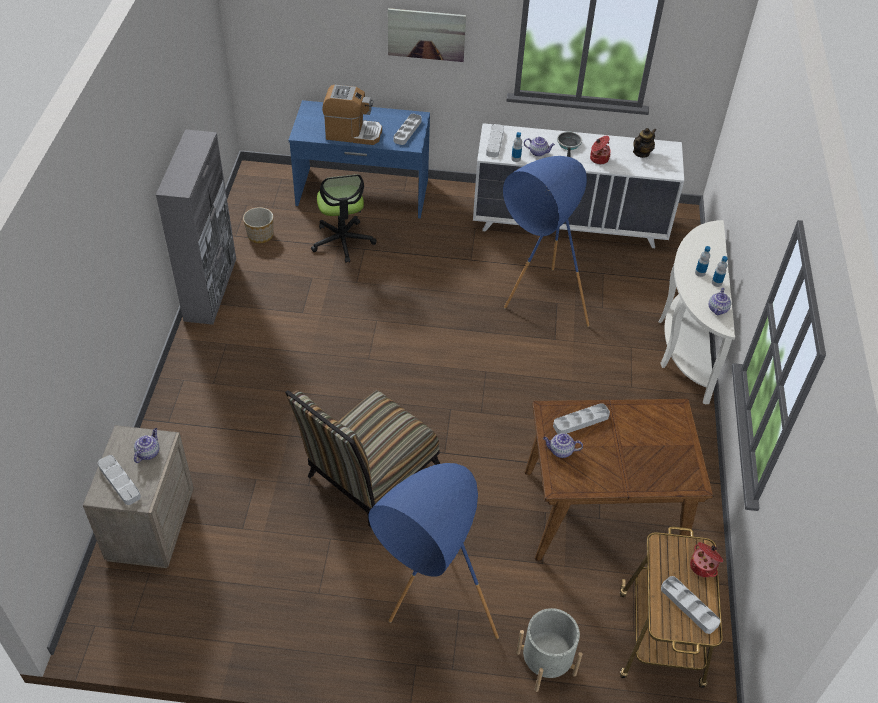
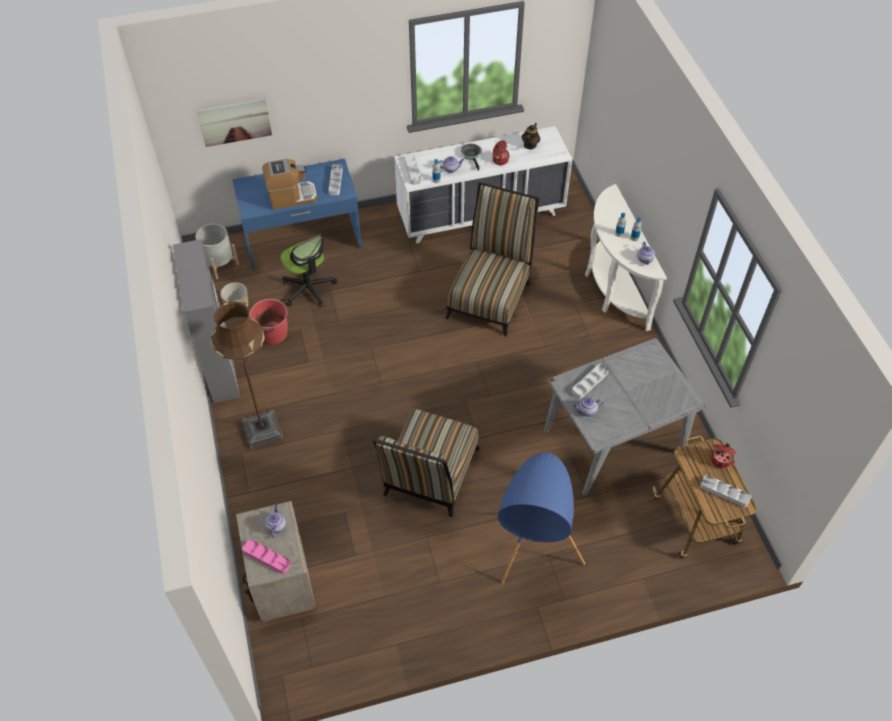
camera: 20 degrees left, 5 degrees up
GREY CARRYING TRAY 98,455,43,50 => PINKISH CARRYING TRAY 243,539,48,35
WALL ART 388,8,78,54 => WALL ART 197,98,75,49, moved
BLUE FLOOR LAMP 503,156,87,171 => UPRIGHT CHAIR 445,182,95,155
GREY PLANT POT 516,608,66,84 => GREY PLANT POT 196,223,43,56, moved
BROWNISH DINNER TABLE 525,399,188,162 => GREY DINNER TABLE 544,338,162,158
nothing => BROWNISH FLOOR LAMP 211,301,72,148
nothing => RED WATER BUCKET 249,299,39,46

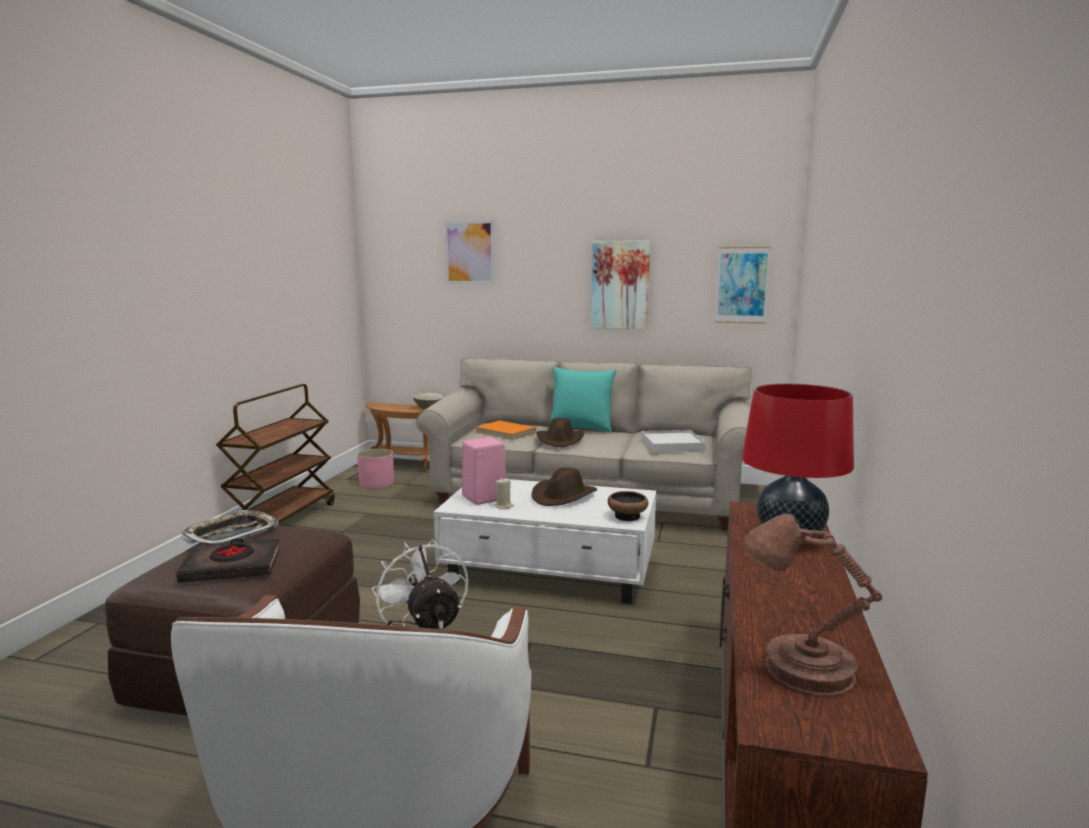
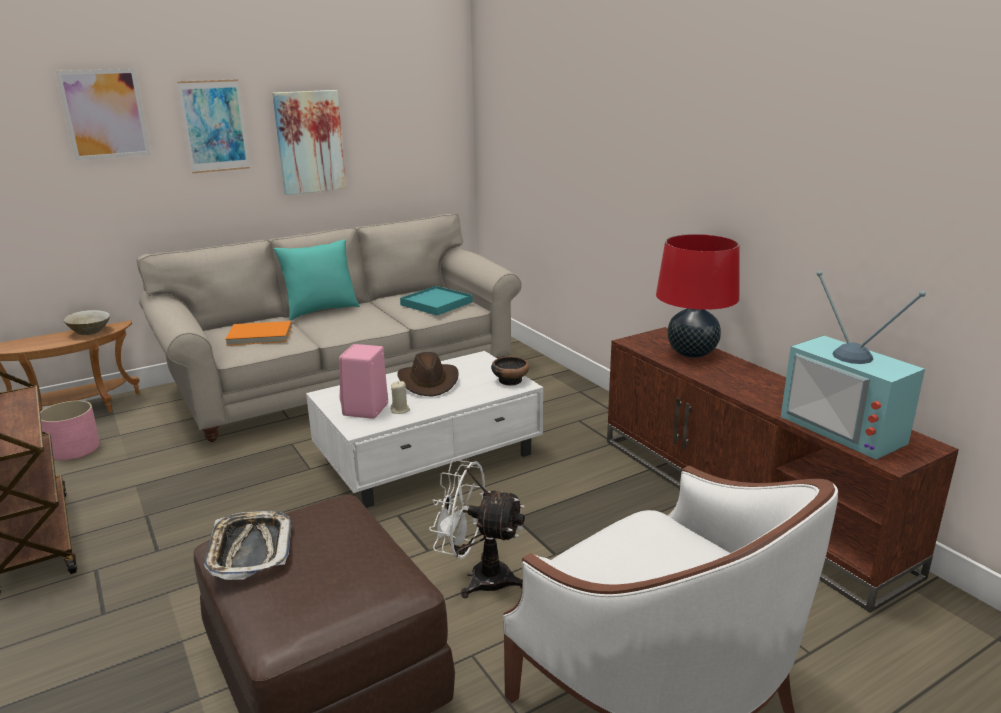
camera: 45 degrees left, 10 degrees up
BLACK-COLOURED BOOK 176,538,104,45 => nothing
BROWNISH WEARABLE HAT 536,418,48,29 => nothing
WHITISH CARRYING TRAY 641,430,65,22 => BLUE-GREEN CARRYING TRAY 400,286,73,30
WALL ART 715,247,56,77 => WALL ART 177,79,73,94, moved
BROWNISH TABLE LAMP 743,514,139,182 => TV SET 781,271,145,189

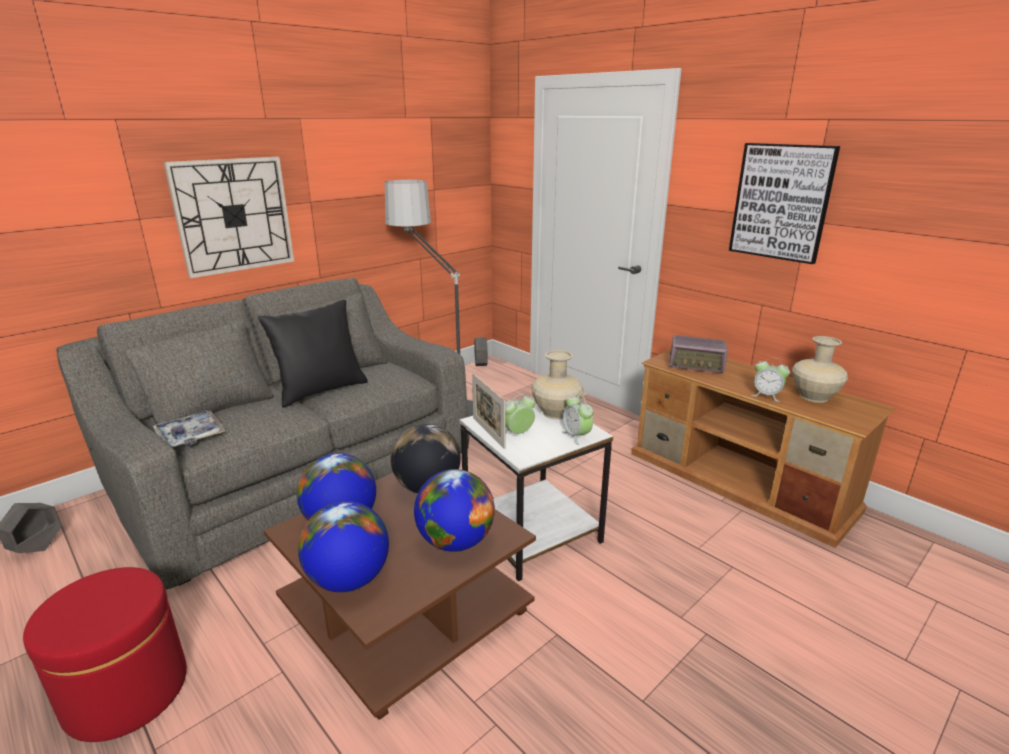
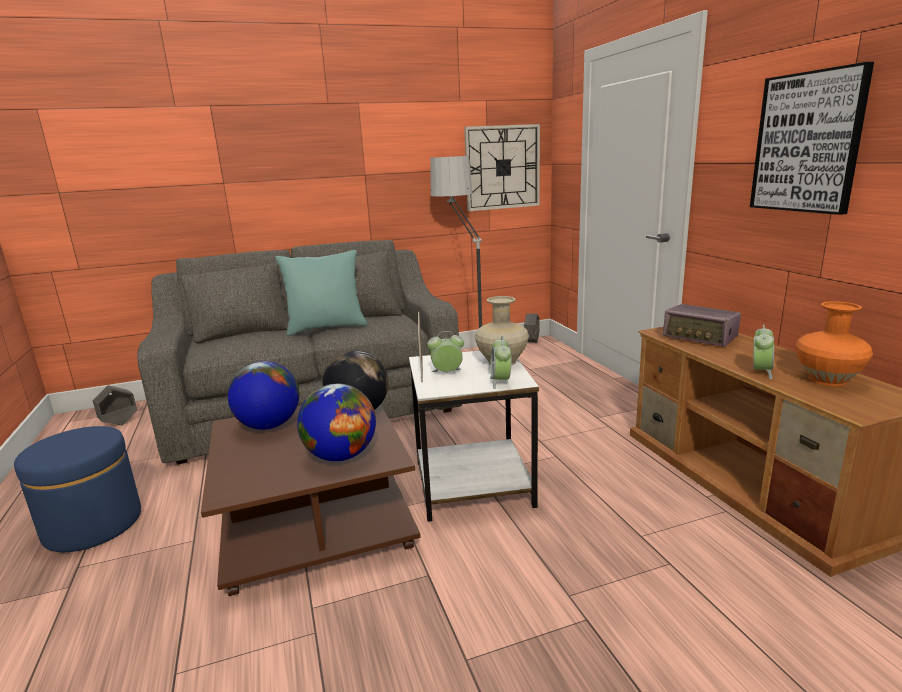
camera: 25 degrees right, 5 degrees down
RED FOOTREST 23,567,164,175 => BLUE FOOTREST 14,426,127,126
CARRYING TRAY 153,410,72,38 => nothing
CLOCK ON THE WALL 164,157,130,122 => CLOCK ON THE WALL 464,124,76,87, moved
BLACK-COLOURED THROW PILLOW 258,299,110,108 => BLUE-GREEN THROW PILLOW 276,250,92,86
DESK GLOBE 298,501,91,91 => nothing
TABLE CLOCK 751,358,39,44 => TABLE CLOCK 753,325,21,54, 120 degrees counterclockwise
SAND-COLOURED DECORATIVE VASE 792,336,56,67 => ORANGE-COLOURED DECORATIVE VASE 796,301,77,85

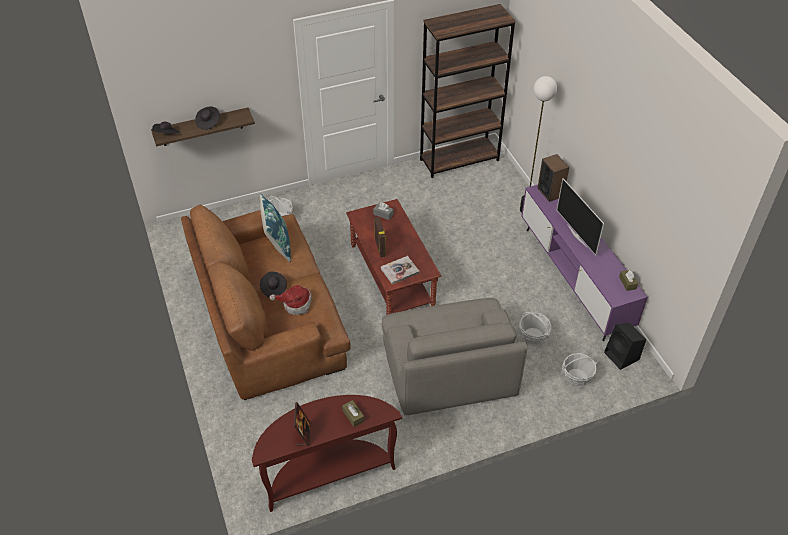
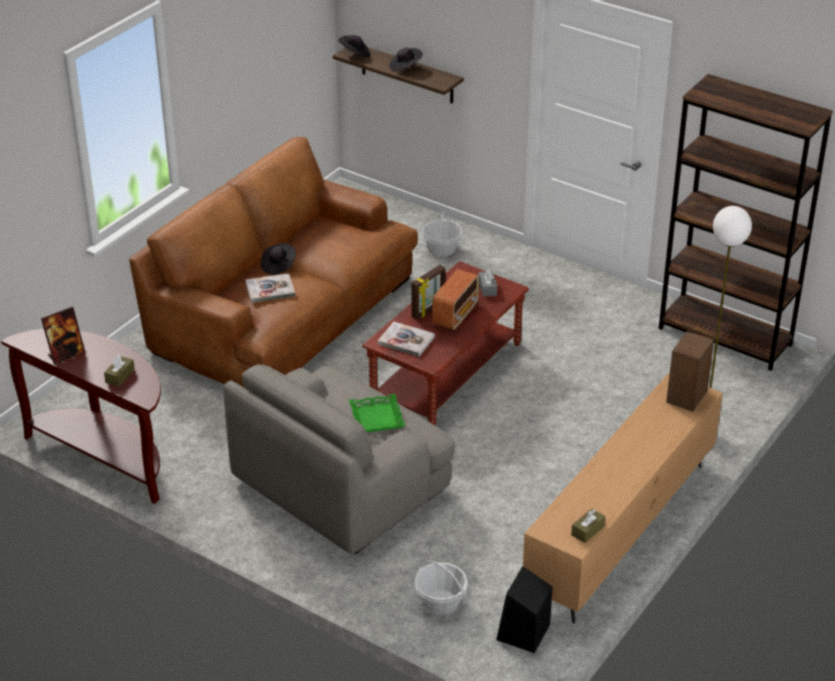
camera: 55 degrees right, 10 degrees down
BLUE THROW PILLOW 260,194,31,68 => nothing
WEARABLE HAT 270,285,41,30 => BOOK 245,274,50,29
HOUSEHOLD BASKET 519,312,32,32 => nothing
PURPLE TV STAND 522,185,126,156 => BROWNISH TV STAND 523,372,200,252
TV SET 557,178,47,77 => nothing
nothing => GREEN CARRYING TRAY 349,394,56,39
nothing => RADIO RECEIVER 432,269,47,61

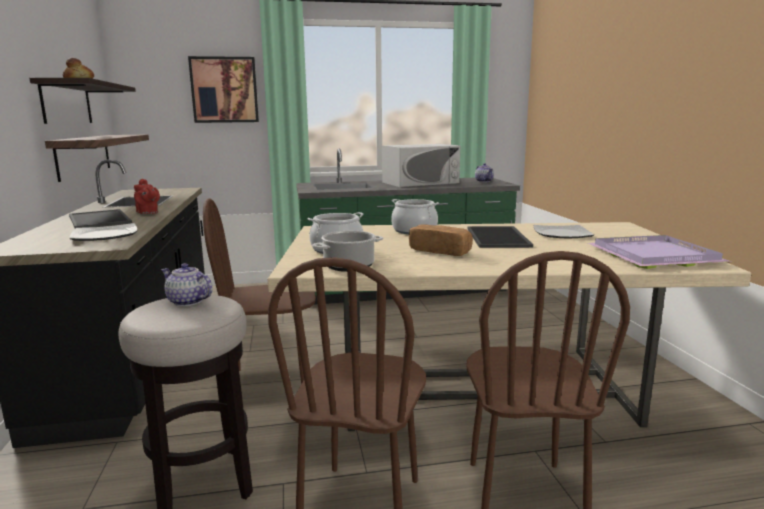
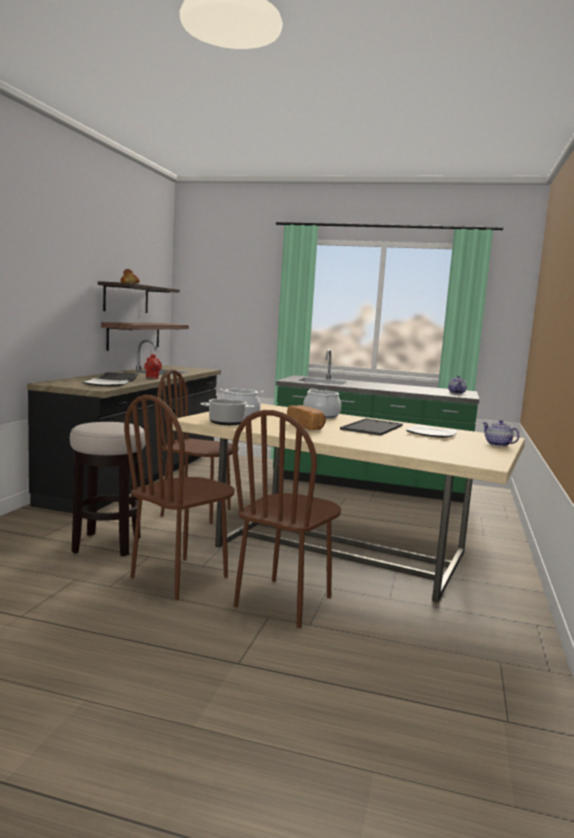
camera: 25 degrees right, 5 degrees down
TEA POT 161,263,52,43 => TEA POT 482,420,38,27, moved
WALL ART 188,56,71,67 => nothing
WHITISH KITCHEN MICROWAVE 382,144,78,43 => nothing
PURPLE CARRYING TRAY 588,235,142,34 => nothing

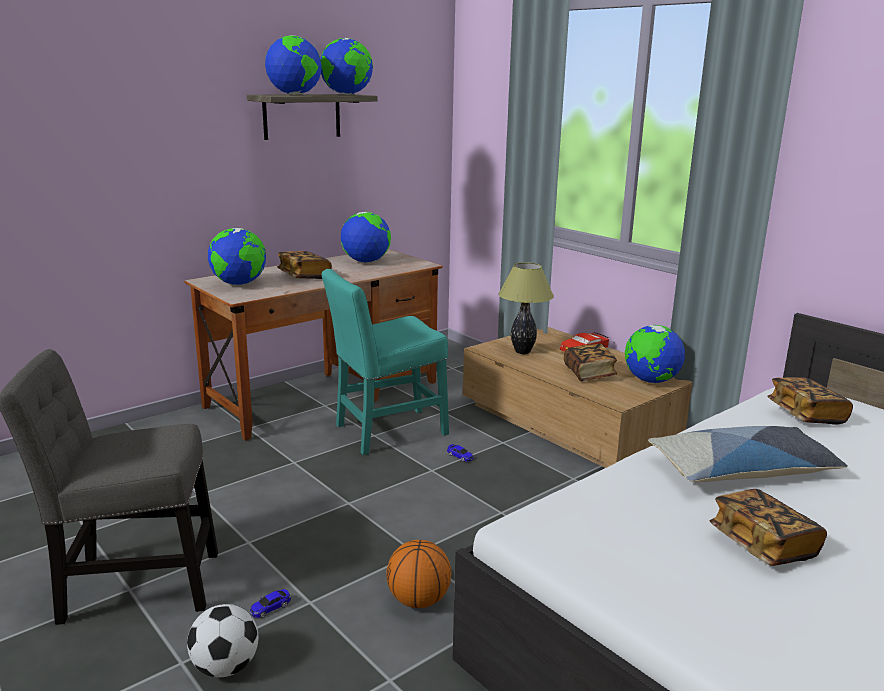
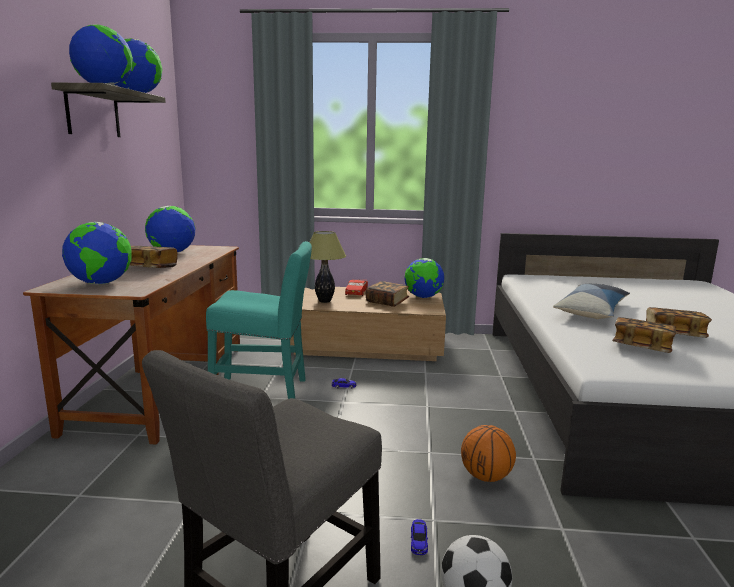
camera: 45 degrees left, 5 degrees down
BLUE-GREEN UPRIGHT CHAIR 322,269,127,186 => BLUE-GREEN UPRIGHT CHAIR 206,241,106,158, 105 degrees counterclockwise
BOOK 767,377,86,48 => BOOK 612,317,64,36, moved

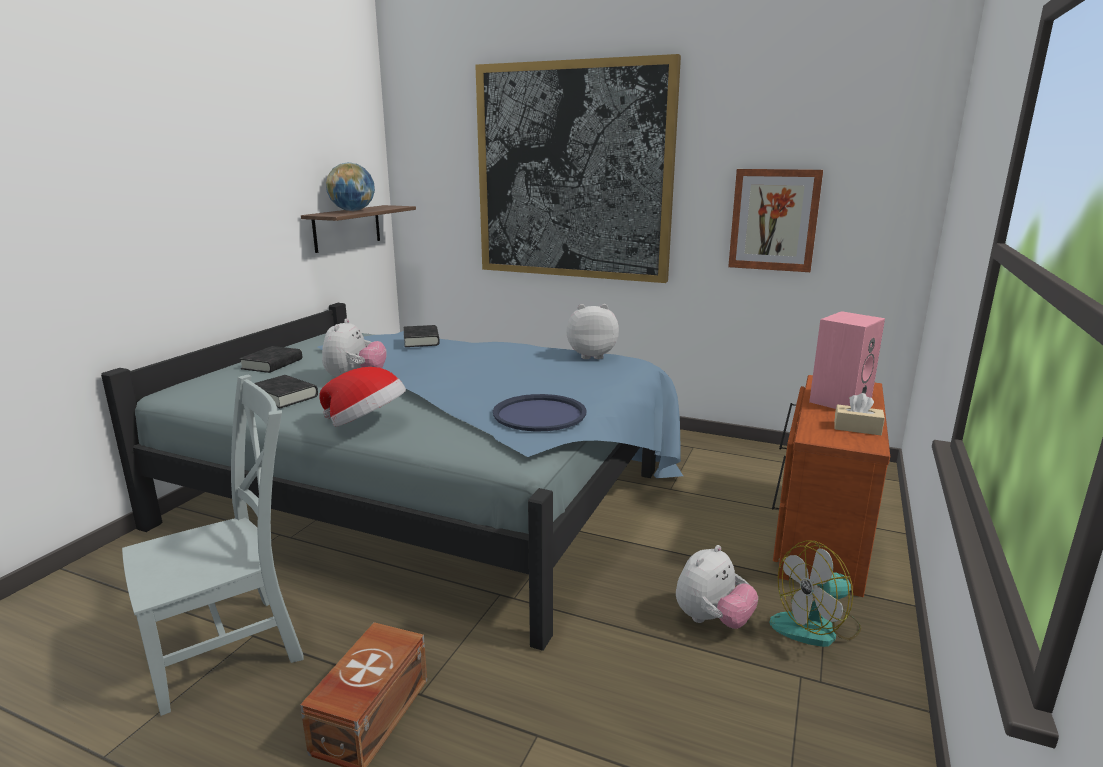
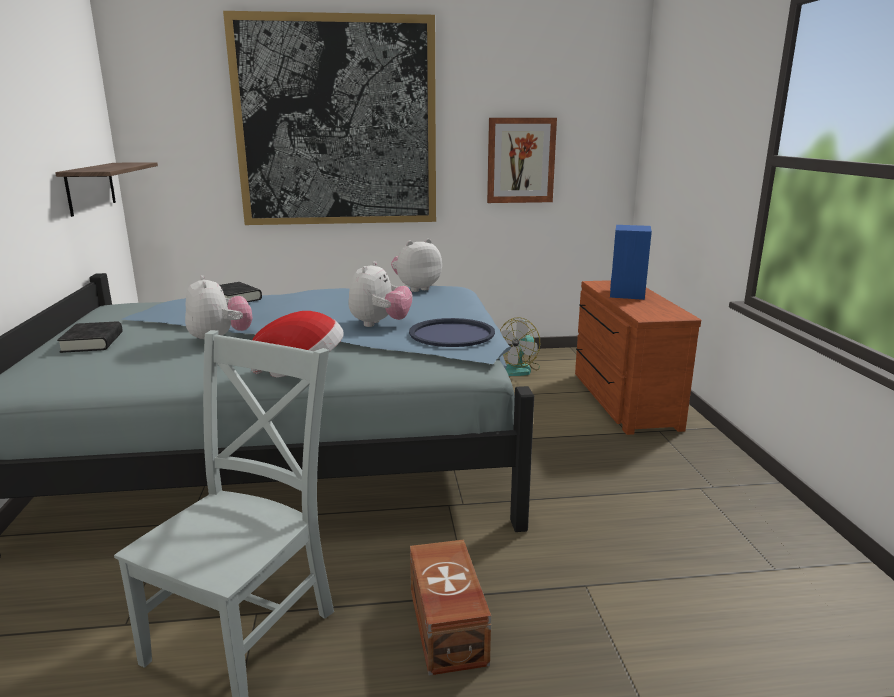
camera: 30 degrees left, 0 degrees up
BLACK-COLOURED BOOK 254,375,64,33 => nothing
DESK GLOBE 326,162,49,49 => nothing
PLUSH TOY 676,545,82,84 => PLUSH TOY 349,261,64,66, moved
ELECTRIC FAN 770,540,91,107 => ELECTRIC FAN 500,317,40,59, moved
PINKISH SPEAKER 809,311,76,98 => BLUE SPEAKER 610,225,42,75
SAND-COLOURED BOX OF TISSUES 834,393,51,42 => nothing

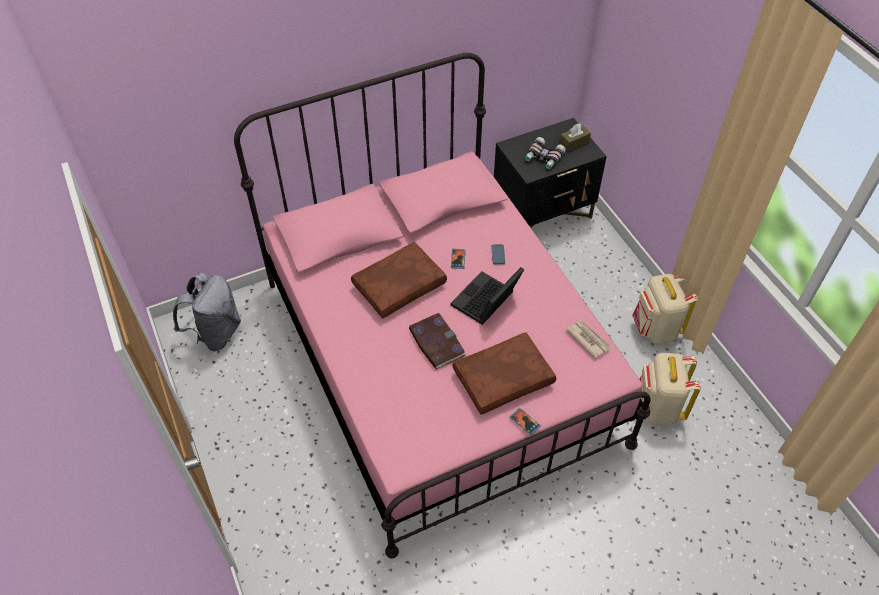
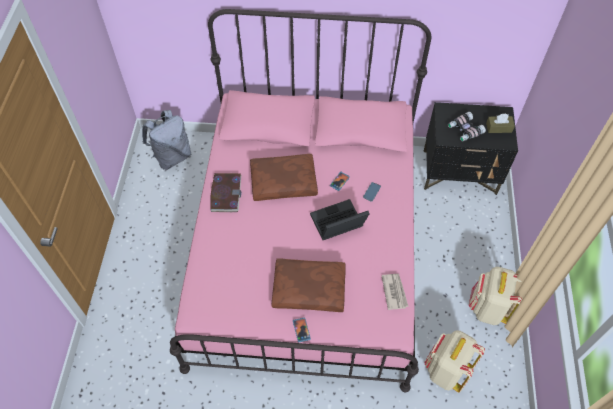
camera: 30 degrees right, 5 degrees up
BOOK 409,313,58,56 => BOOK 211,173,30,39, moved

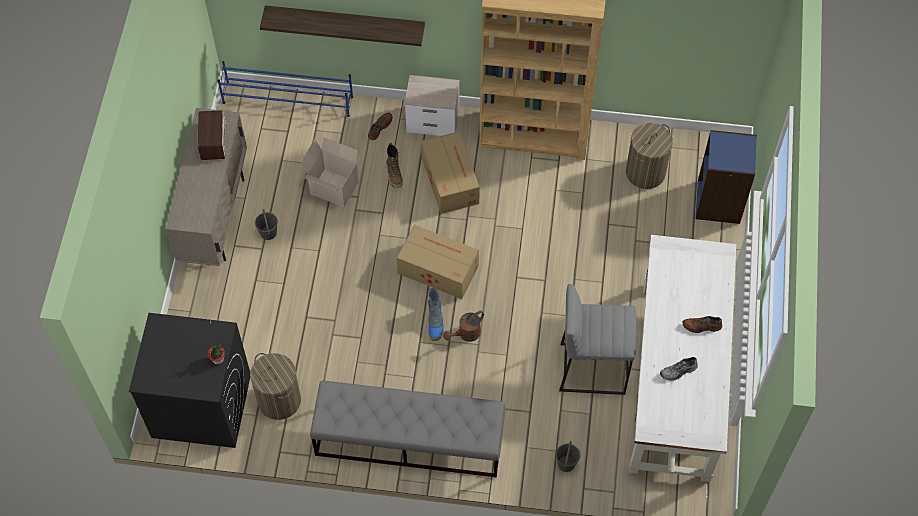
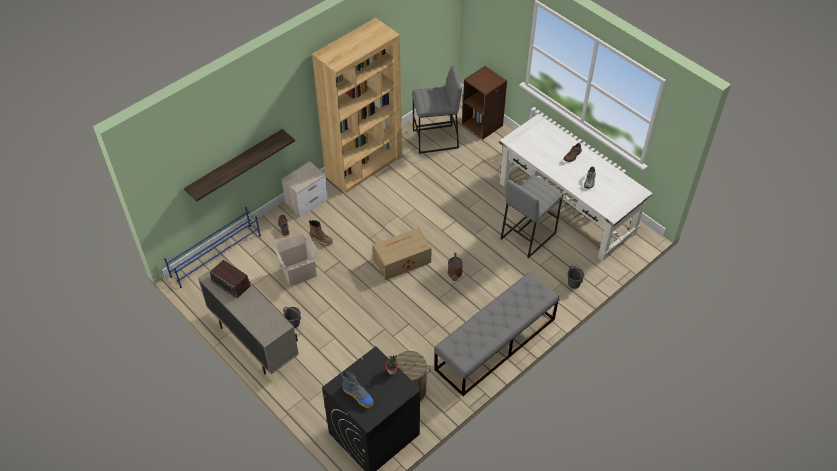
camera: 50 degrees left, 10 degrees down
CARDBOARD BOX 421,131,59,83 => nothing
BOOT 428,288,16,53 => BOOT 341,370,33,39, moved
HAMPER 626,123,47,66 => GREY SITTING STOOL 412,66,50,88
BLUE BOOKSHELF 695,130,62,94 => BROWNISH BOOKSHELF 462,66,45,73

